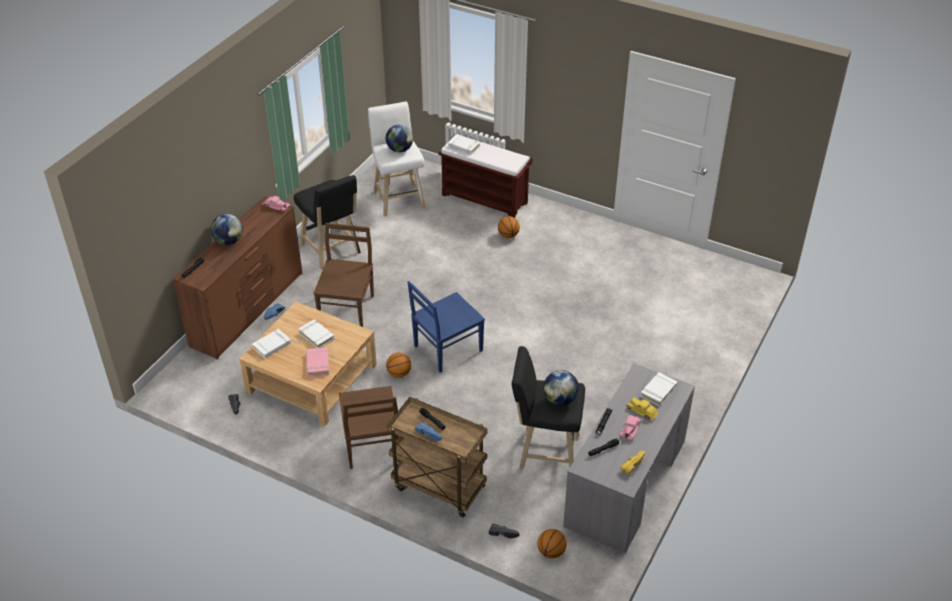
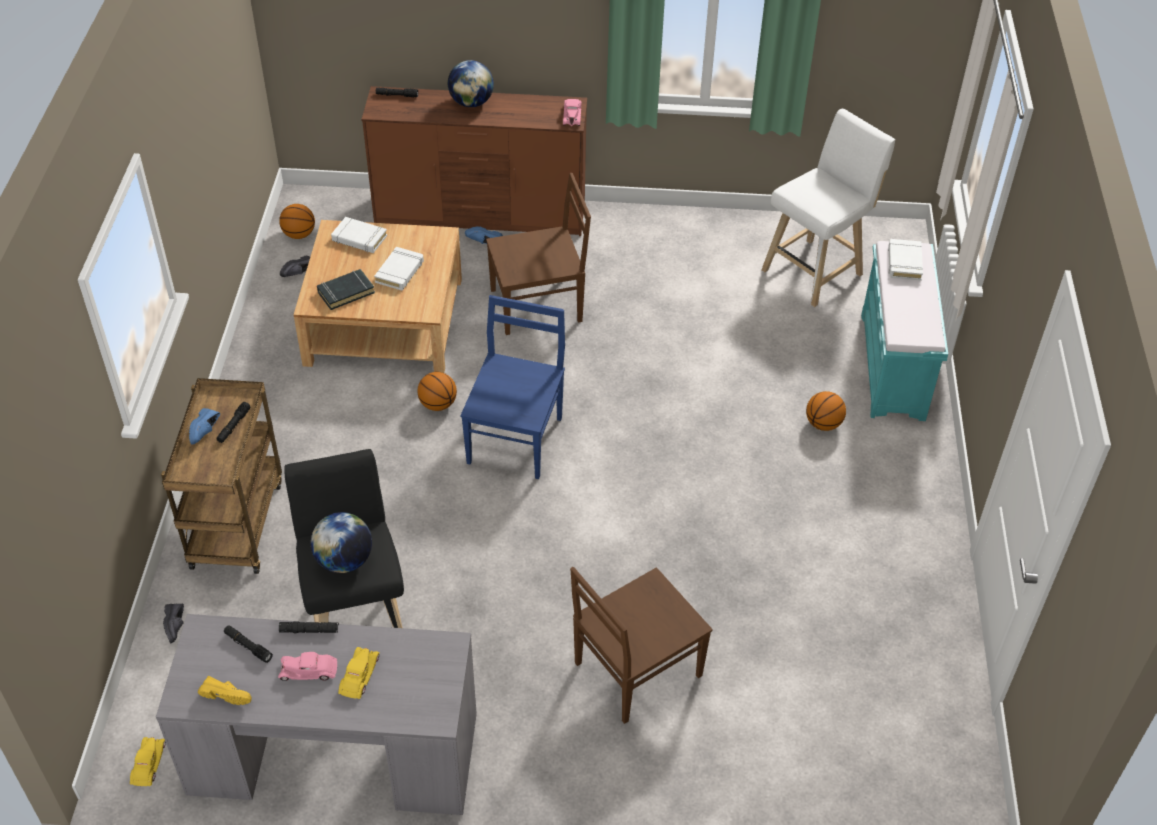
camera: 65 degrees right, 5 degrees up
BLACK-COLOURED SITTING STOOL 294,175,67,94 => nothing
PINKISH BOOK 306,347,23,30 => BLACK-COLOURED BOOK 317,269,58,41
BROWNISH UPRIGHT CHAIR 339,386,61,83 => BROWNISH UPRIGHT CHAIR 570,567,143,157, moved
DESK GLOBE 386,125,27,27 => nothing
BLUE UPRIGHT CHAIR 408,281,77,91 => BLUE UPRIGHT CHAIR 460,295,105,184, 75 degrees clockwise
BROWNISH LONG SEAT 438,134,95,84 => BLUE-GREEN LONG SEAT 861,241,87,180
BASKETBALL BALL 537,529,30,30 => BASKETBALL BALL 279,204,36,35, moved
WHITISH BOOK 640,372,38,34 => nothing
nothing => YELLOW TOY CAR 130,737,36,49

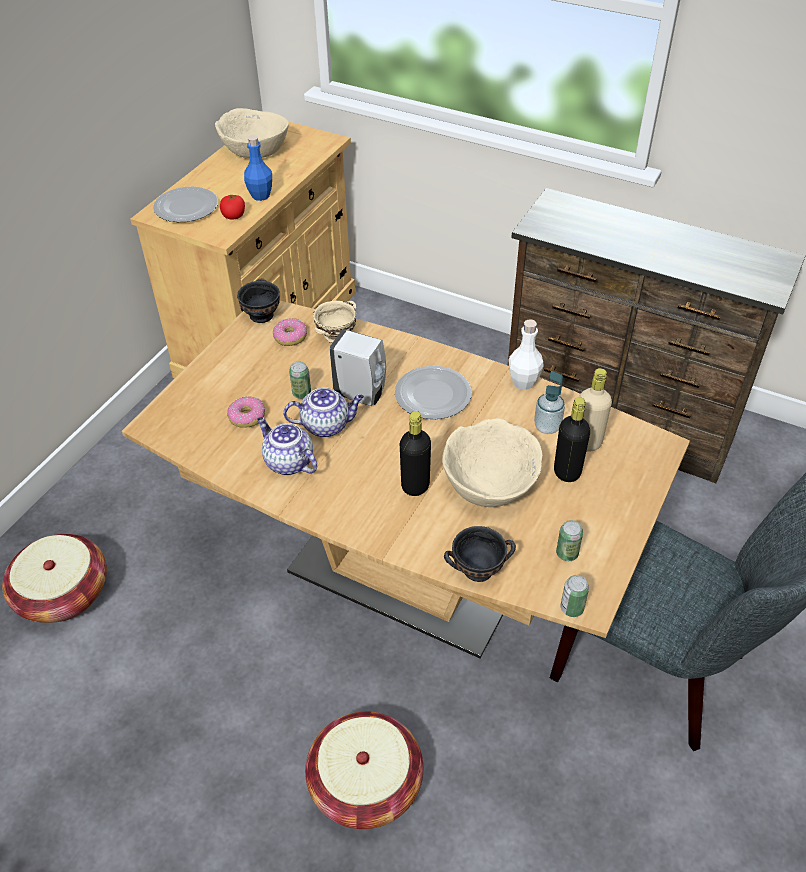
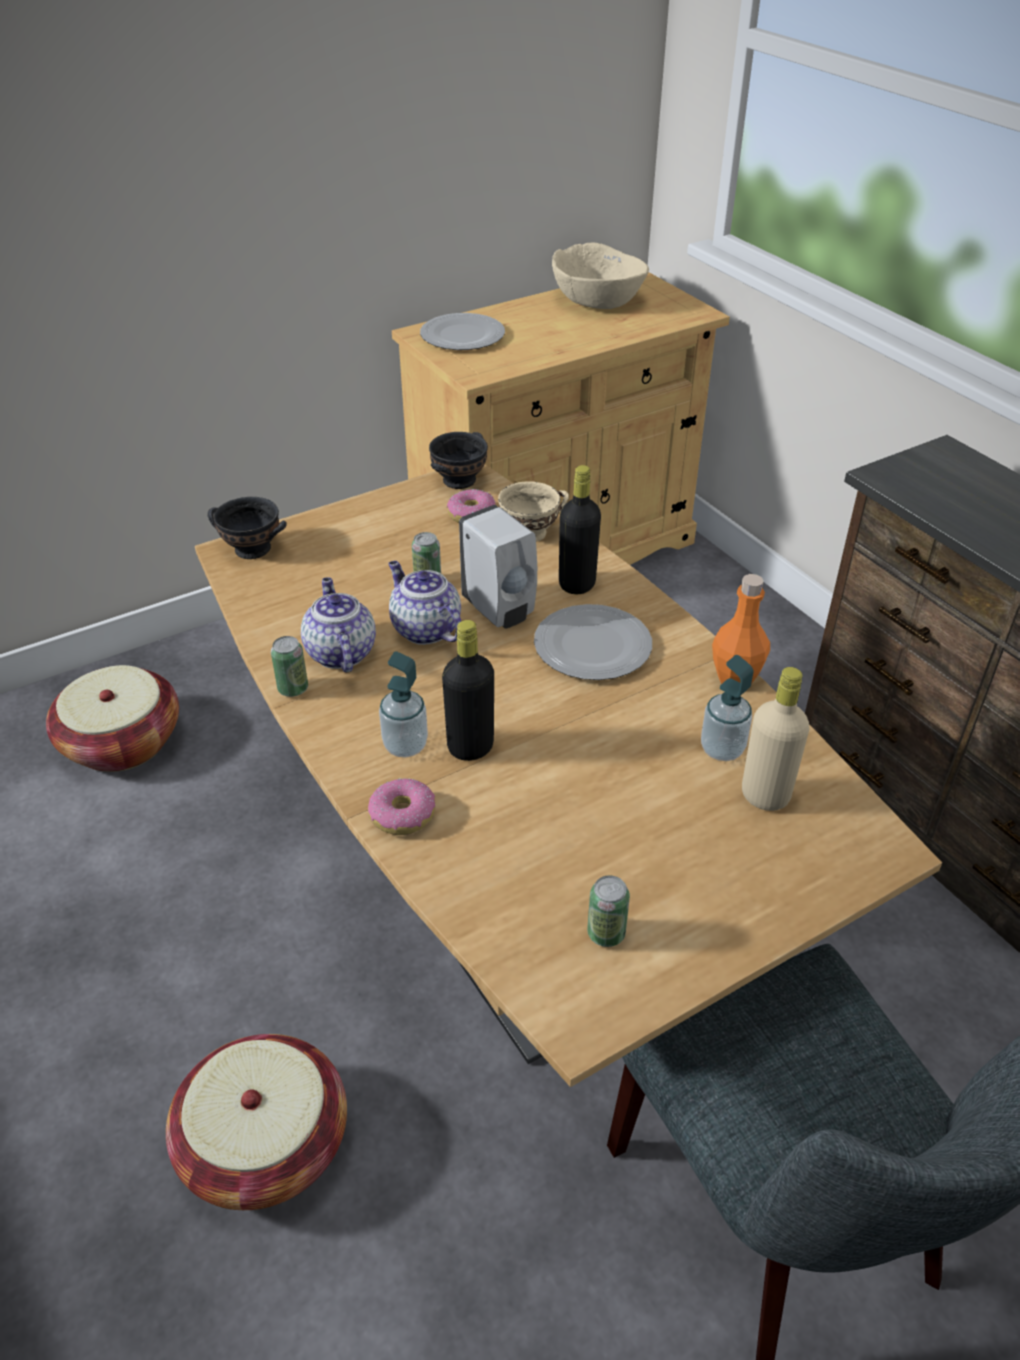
camera: 30 degrees right, 5 degrees down
FRESH TOMATO 220,194,25,25 => nothing
DONUT 227,396,38,32 => DONUT 368,778,67,57, moved
BLUE BOTTLE 244,135,28,66 => nothing
TEA POT 283,387,81,51 => TEA POT 388,561,73,84, 150 degrees counterclockwise
SAND-COLOURED DEEP DISH 442,418,101,89 => nothing
BLACK-COLOURED DEEP DISH 444,526,72,56 => BLACK-COLOURED DEEP DISH 208,497,79,62, moved
WHITISH BOTTLE 508,319,36,71 => ORANGE-COLOURED BOTTLE 712,574,58,110
BLACK-COLOURED BOTTLE 554,397,36,85 => BLACK-COLOURED BOTTLE 559,465,42,129, moved
SEALED CAN 561,575,28,42 => SEALED CAN 271,636,37,61, moved
nothing => LIQUID SOAP BOTTLE 379,652,49,105

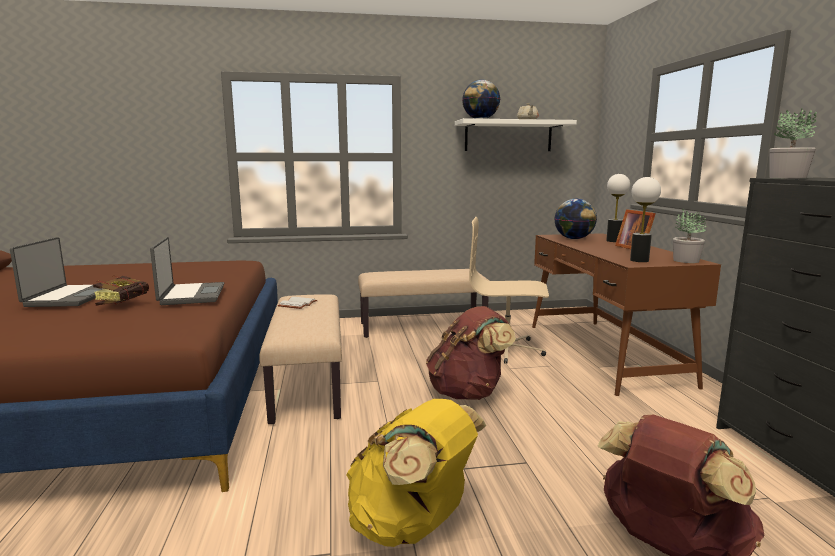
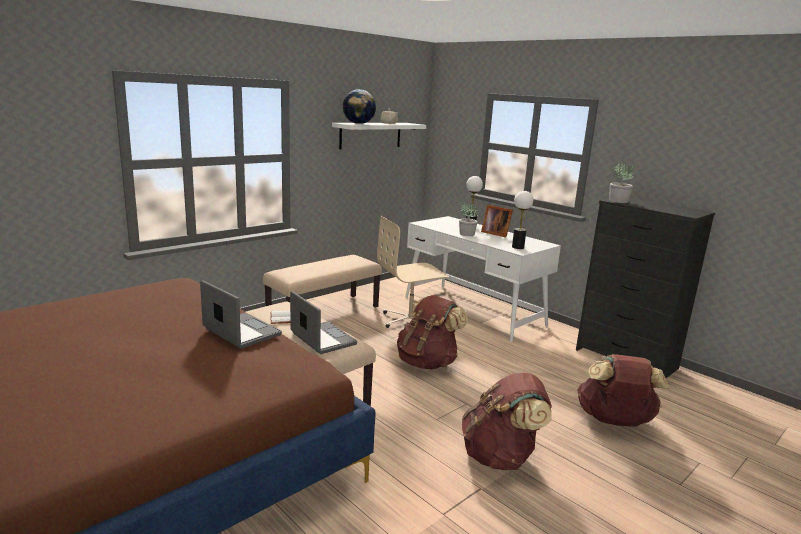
camera: 35 degrees left, 5 degrees up
PORTABLE COMPUTER 10,237,93,70 => PORTABLE COMPUTER 290,291,67,63, moved
BOOK 93,276,56,30 => nothing
YELLOW BACKPACK 346,399,140,148 => BROWNISH BACKPACK 462,372,90,98
BROWNISH DESK TABLE 532,233,189,163 => WHITISH DESK TABLE 405,216,156,126
DESK GLOBE 554,199,43,40 => nothing
HOUSEPLANT 673,208,33,55 => HOUSEPLANT 459,202,19,34, moved

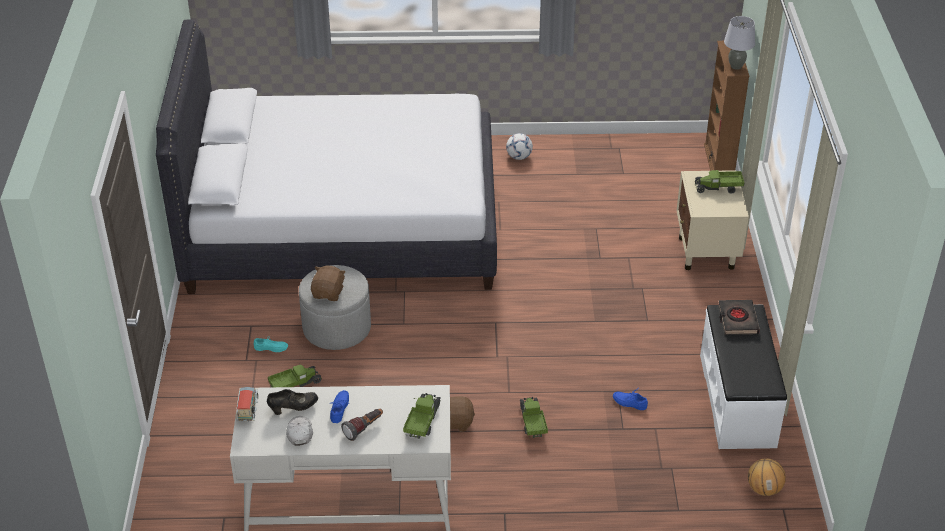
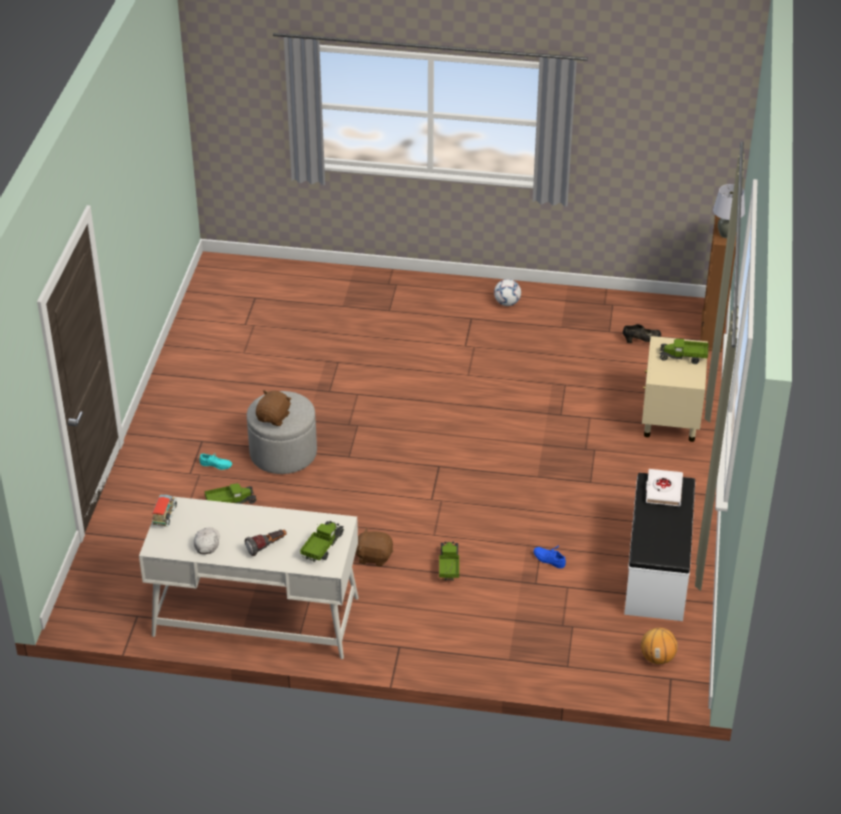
camera: 10 degrees right, 0 degrees up
WHITISH BEDROOM BED 156,20,341,274 => nothing
BLACK-COLOURED ITEM OF FOOTWEAR 267,389,51,26 => BLACK-COLOURED ITEM OF FOOTWEAR 623,324,38,19, moved
BLUE ITEM OF FOOTWEAR 330,390,20,33 => nothing
BLACK-COLOURED BOOK 718,300,42,34 => WHITISH BOOK 646,469,37,37

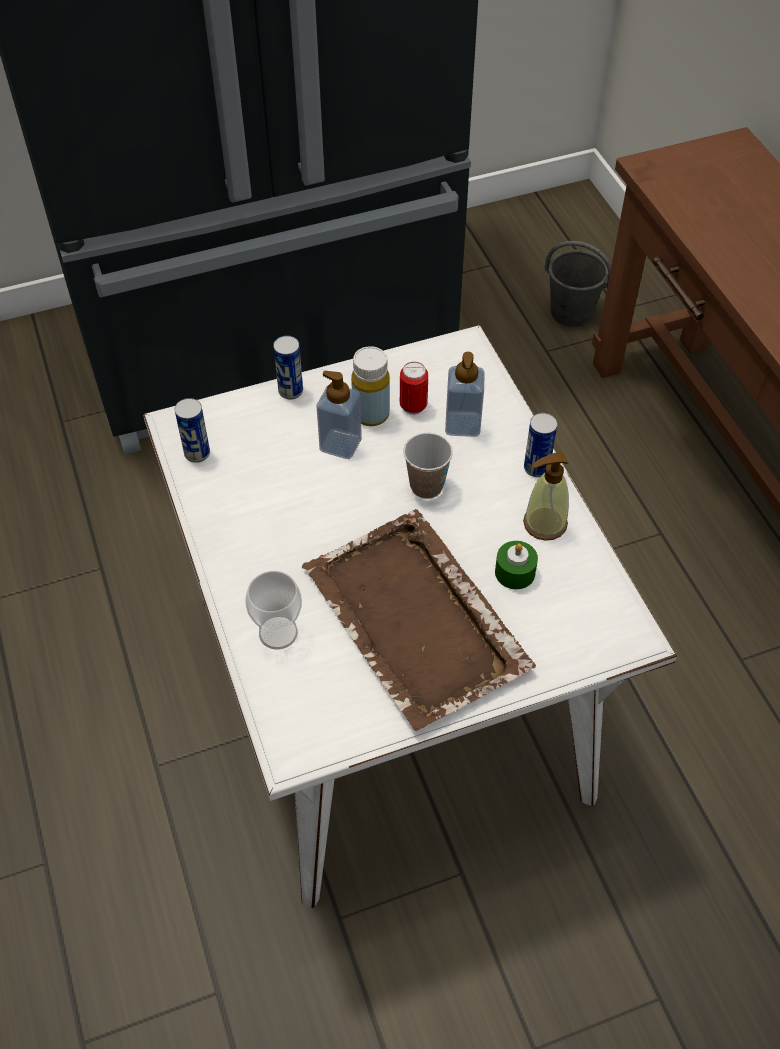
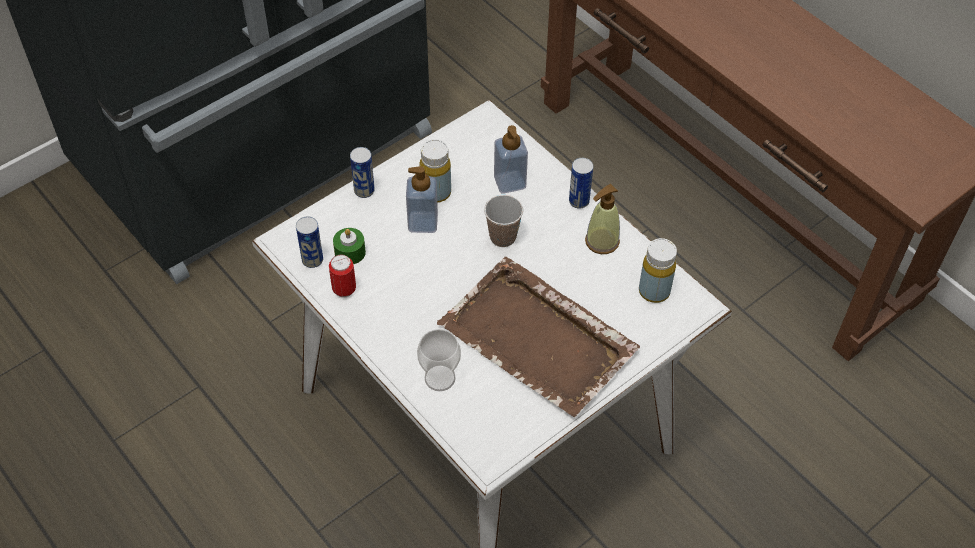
camera: 20 degrees left, 0 degrees up
SEALED CAN 400,362,28,53 => SEALED CAN 329,255,27,42, moved
GREEN WAX LIGHT 495,541,43,48 => GREEN WAX LIGHT 333,228,33,36, moved
GREY WATER BUCKET 545,241,66,86 => nothing
nothing => YELLOW BOTTLE 639,238,38,65

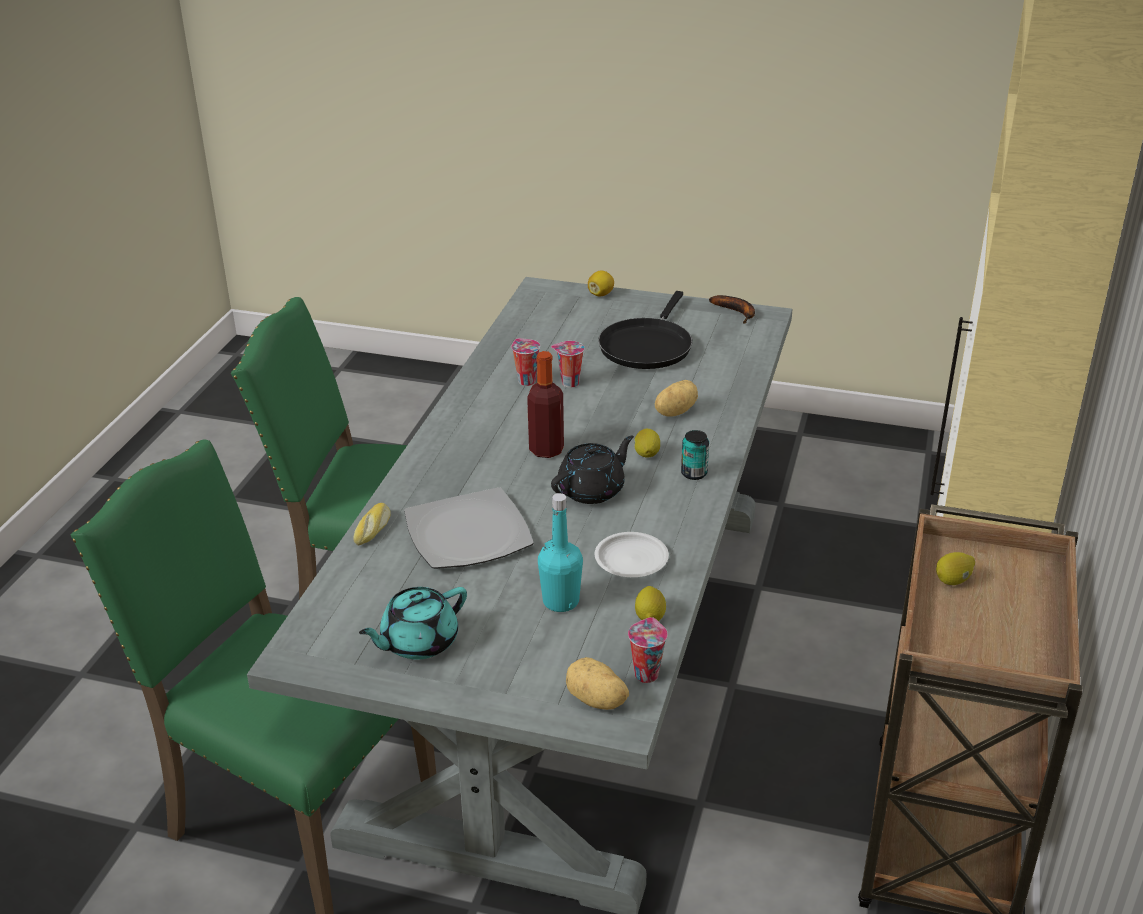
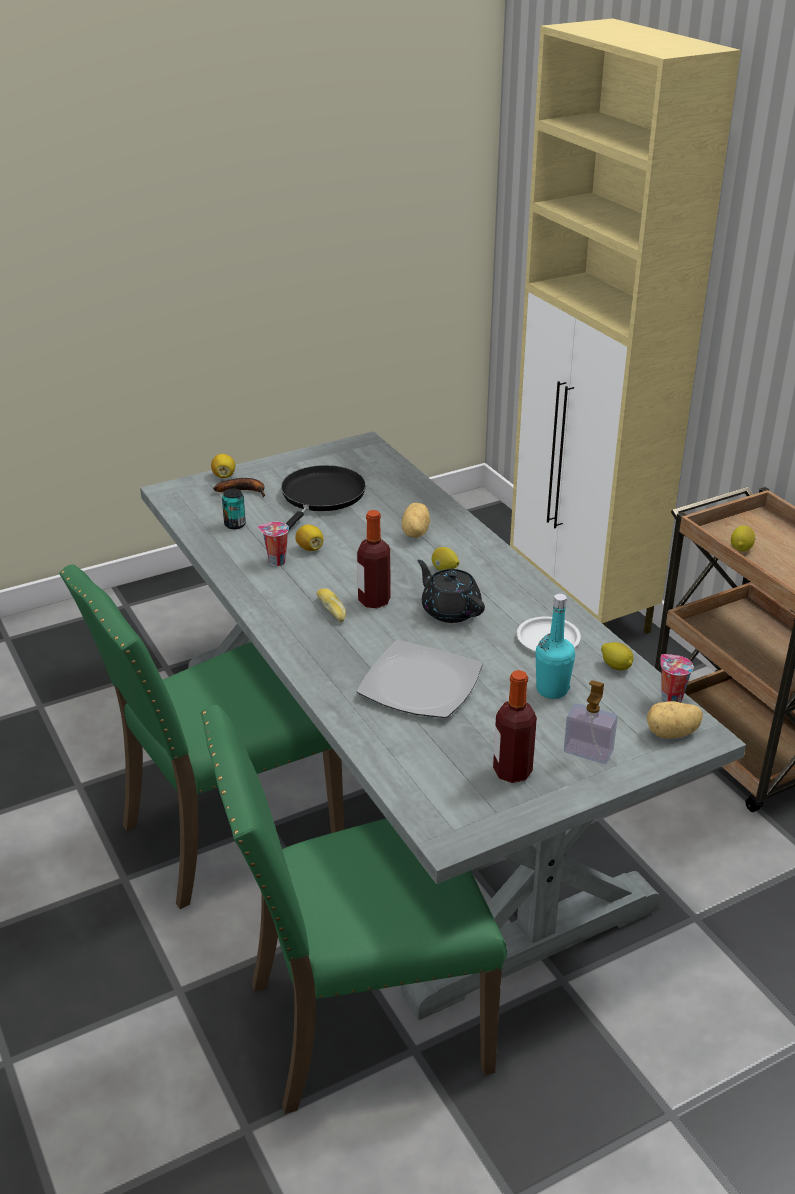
camera: 45 degrees left, 0 degrees up
BAKED BREAD 353,503,38,42 => BAKED BREAD 316,588,30,35, moved
BLUE-GREEN TEA POT 359,587,108,73 => BOTTLE 493,670,44,113
SMALL CUP 551,341,34,47 => LEMON 295,525,29,26
BLACK-COLOURED TEA POT 551,435,83,69 => BLACK-COLOURED TEA POT 417,560,68,63, 45 degrees counterclockwise
BLACK-COLOURED SKILLET 598,291,94,78 => BLACK-COLOURED SKILLET 281,465,85,65, 135 degrees counterclockwise
SEALED CAN 681,430,28,50 => SEALED CAN 222,488,24,41, moved
BANANA FRUIT 709,295,46,29 => BANANA FRUIT 213,478,52,19, moved
nothing => LIQUID SOAP BOTTLE 564,680,54,84

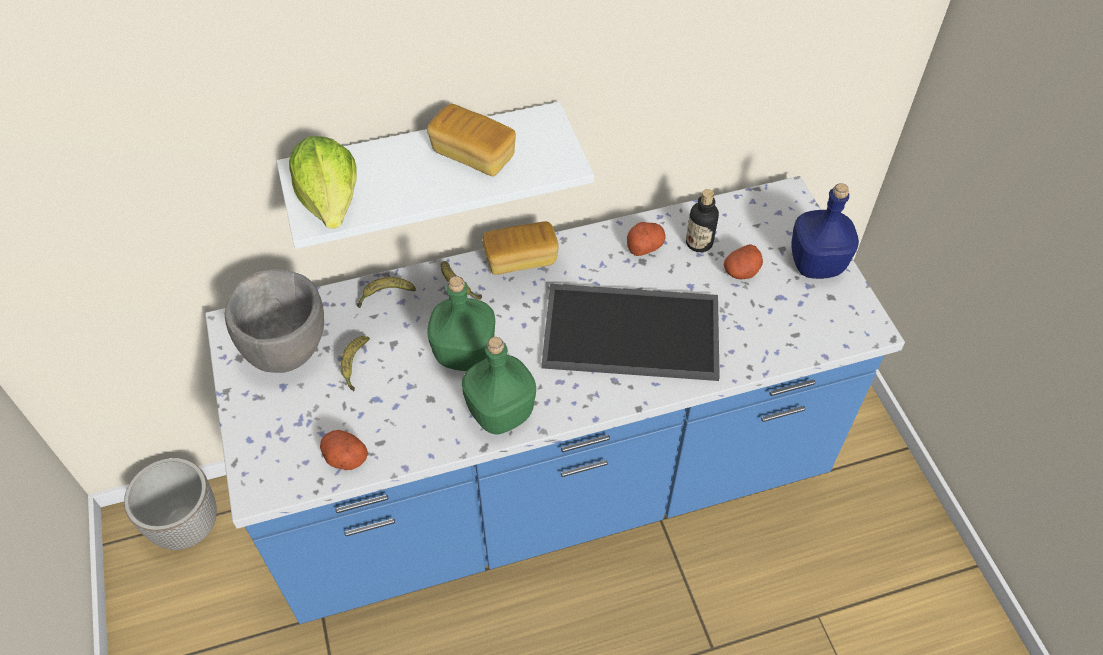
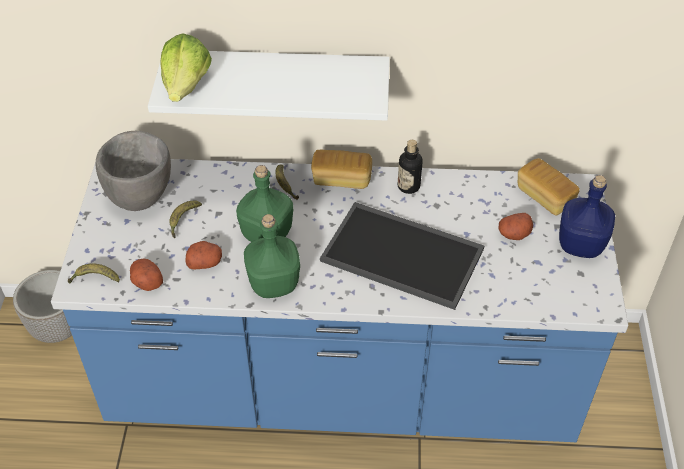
camera: 20 degrees right, 5 degrees down
BANANA FRUIT 357,277,59,31 => BANANA FRUIT 68,263,52,20, moved
BAKED BREAD 427,104,89,72 => BAKED BREAD 518,158,62,58, moved
POTATO 627,222,39,34 => POTATO 185,241,37,29, moved
BOTTLE 686,189,33,63 => BOTTLE 398,140,25,54, moved

